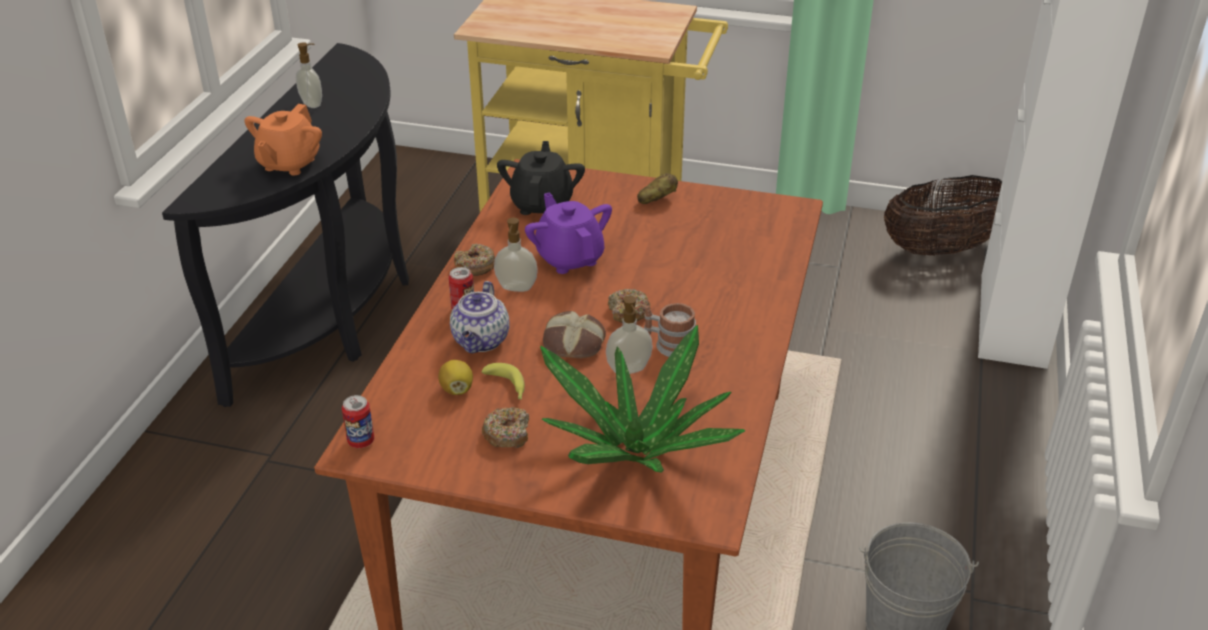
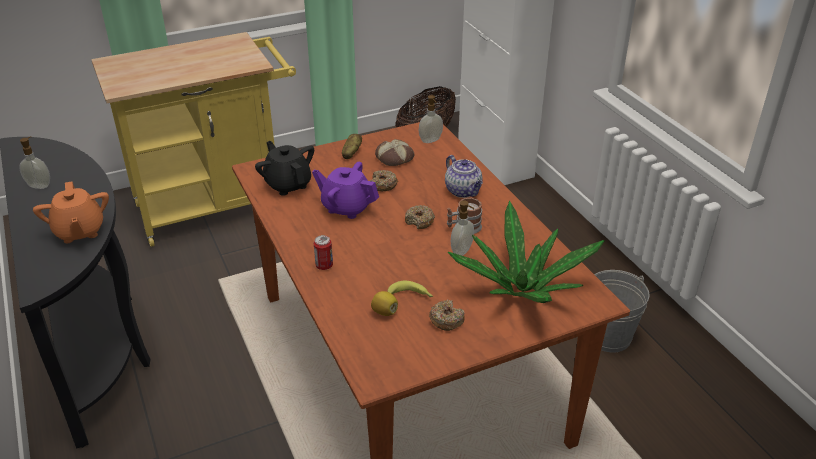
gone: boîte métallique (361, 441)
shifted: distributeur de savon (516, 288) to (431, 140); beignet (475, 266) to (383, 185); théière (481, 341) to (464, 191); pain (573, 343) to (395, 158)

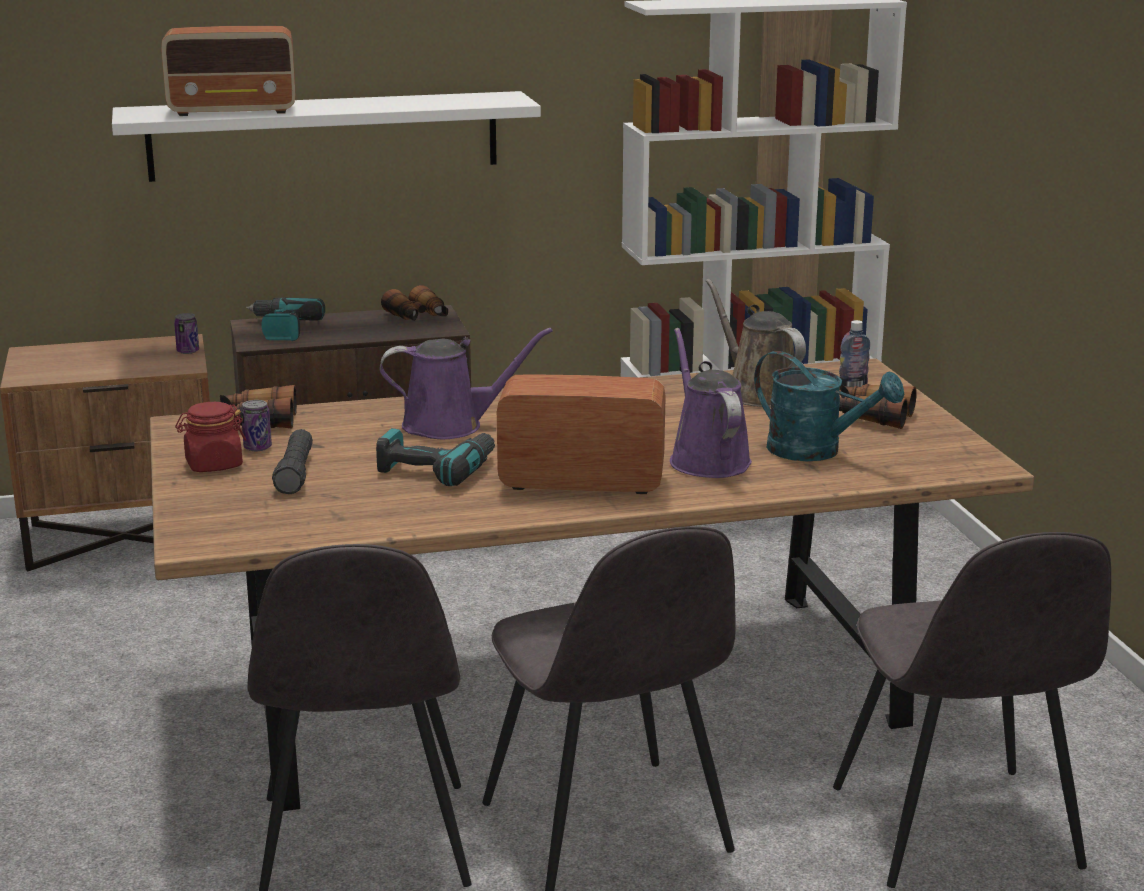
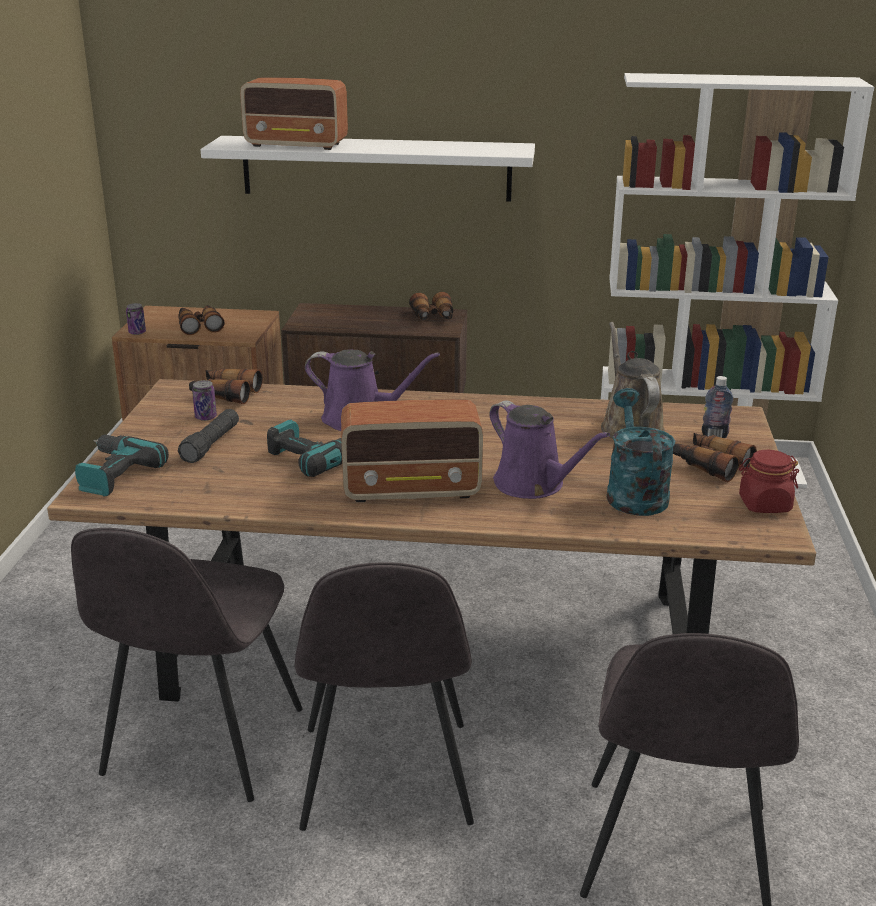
new: jumelles (199, 326)
shifted: perceuse (281, 329) to (113, 474); boîte métallique (188, 351) to (137, 332); bocal [rouge] (213, 465) to (764, 504)
rotated: arrosoir [violet] (706, 459) = (534, 485) 135 degrees clockwise; arrosoir [turquoise] (816, 451) = (634, 493) 150 degrees counterclockwise; radio (579, 482) = (413, 490) 150 degrees clockwise

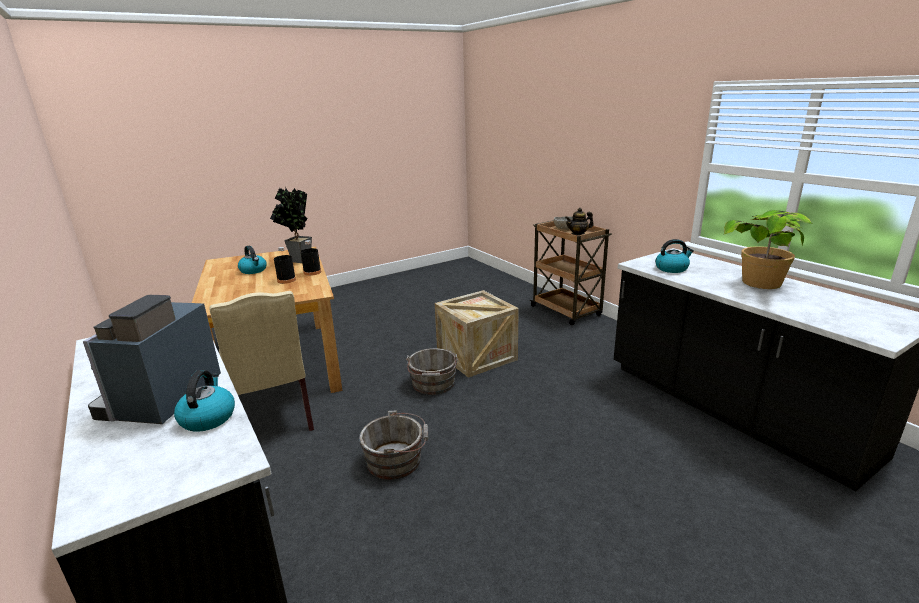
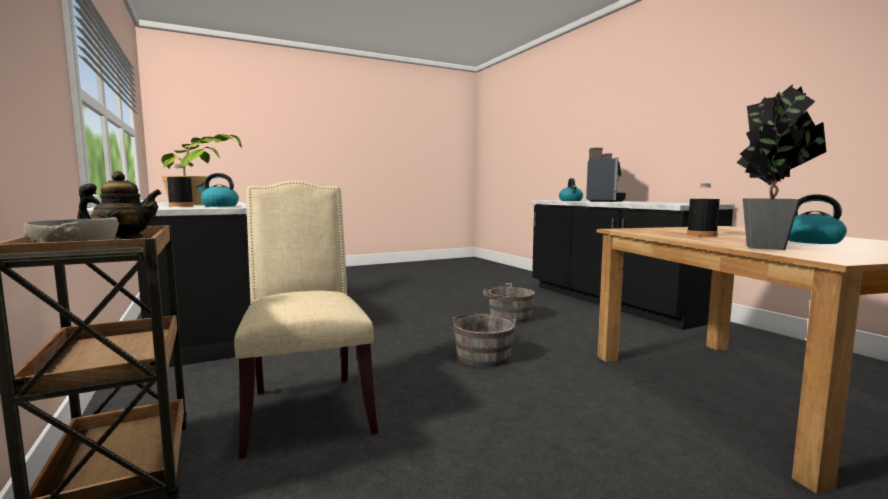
gone: caisse (476, 356)
shifted: bouteille [noir] (312, 272) to (181, 206); chaise [beige] (274, 418) to (306, 408)

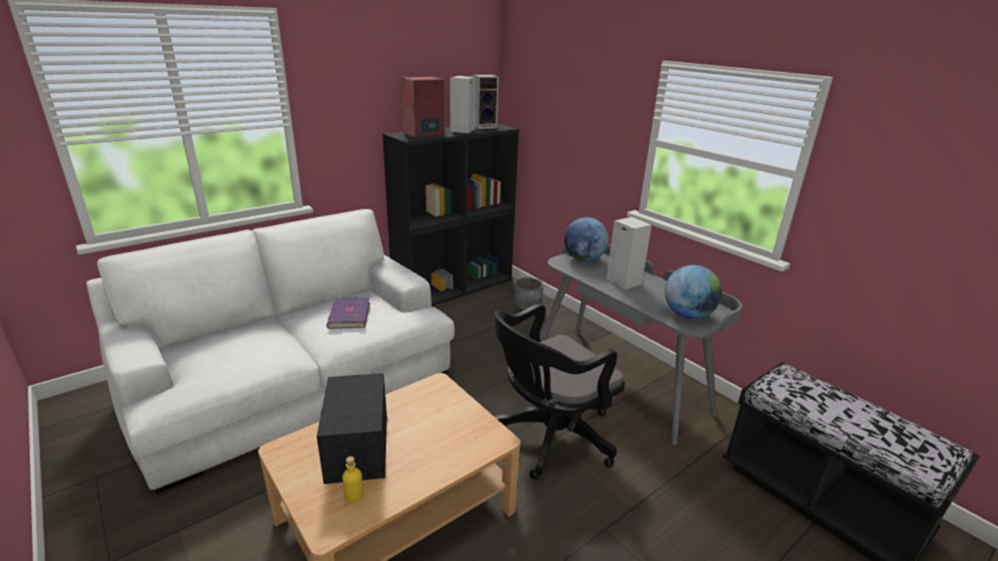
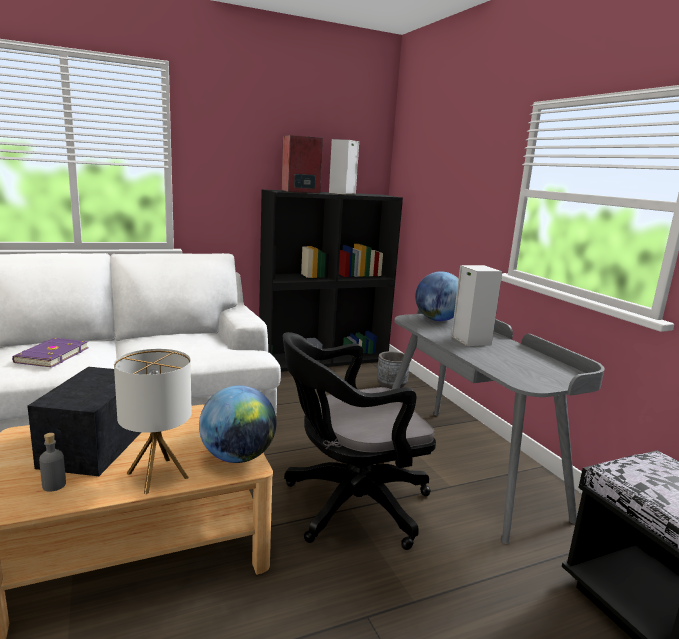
gone: enceinte (485, 126)
new: lampe de table (157, 475)
shifted: globe (687, 315) to (238, 457); livre [violet] (348, 315) to (51, 355)
repainted: bouteille [jaune] (354, 496) to bouteille [gris] (54, 485)

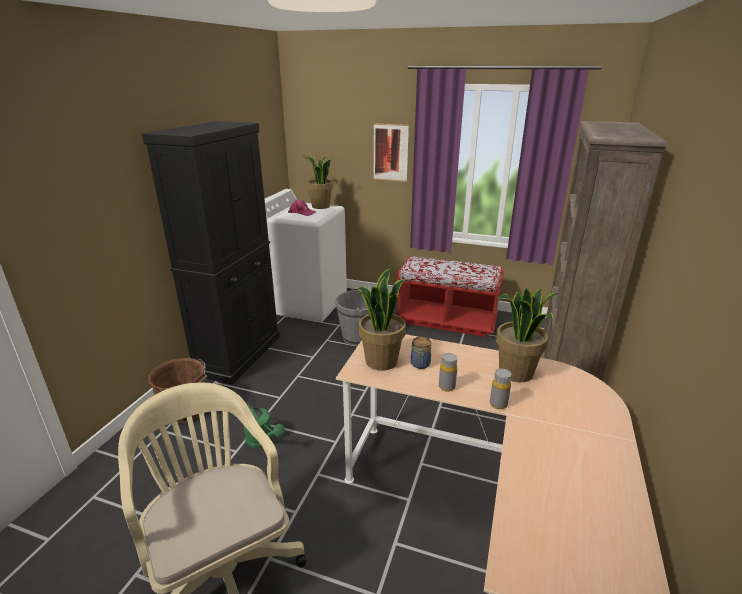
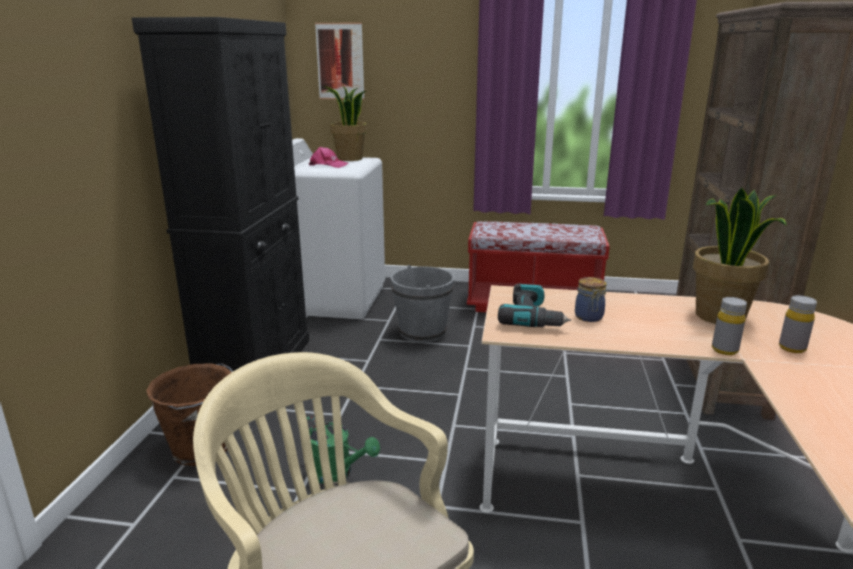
shifted: tableau (390, 152) to (340, 61); bouteille [gris] (446, 387) to (792, 348)
swapped: plante en pot (381, 361) to perceuse (532, 318)

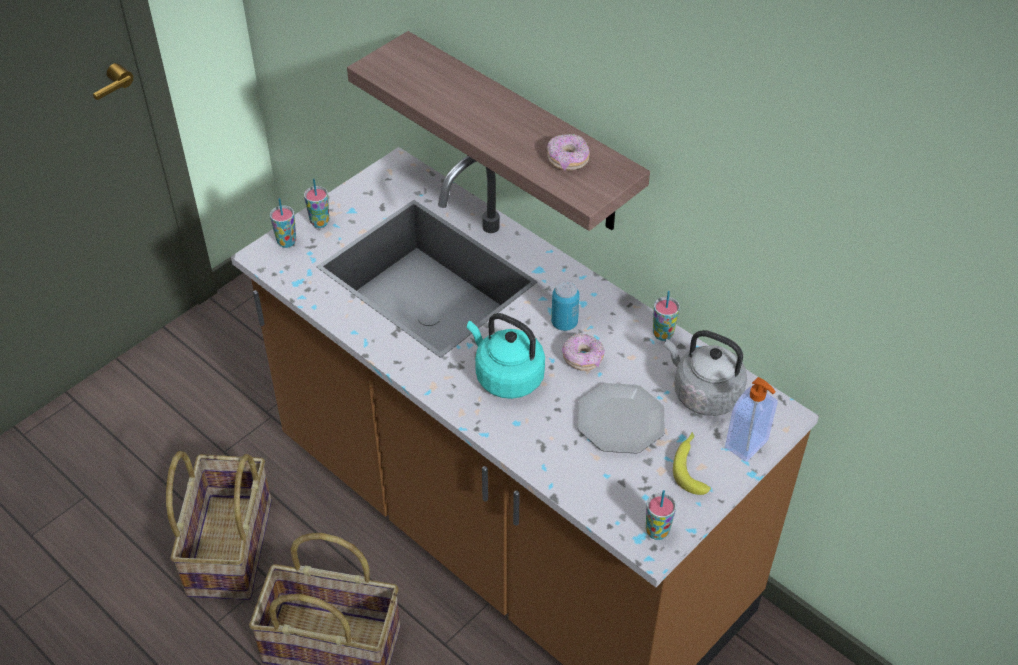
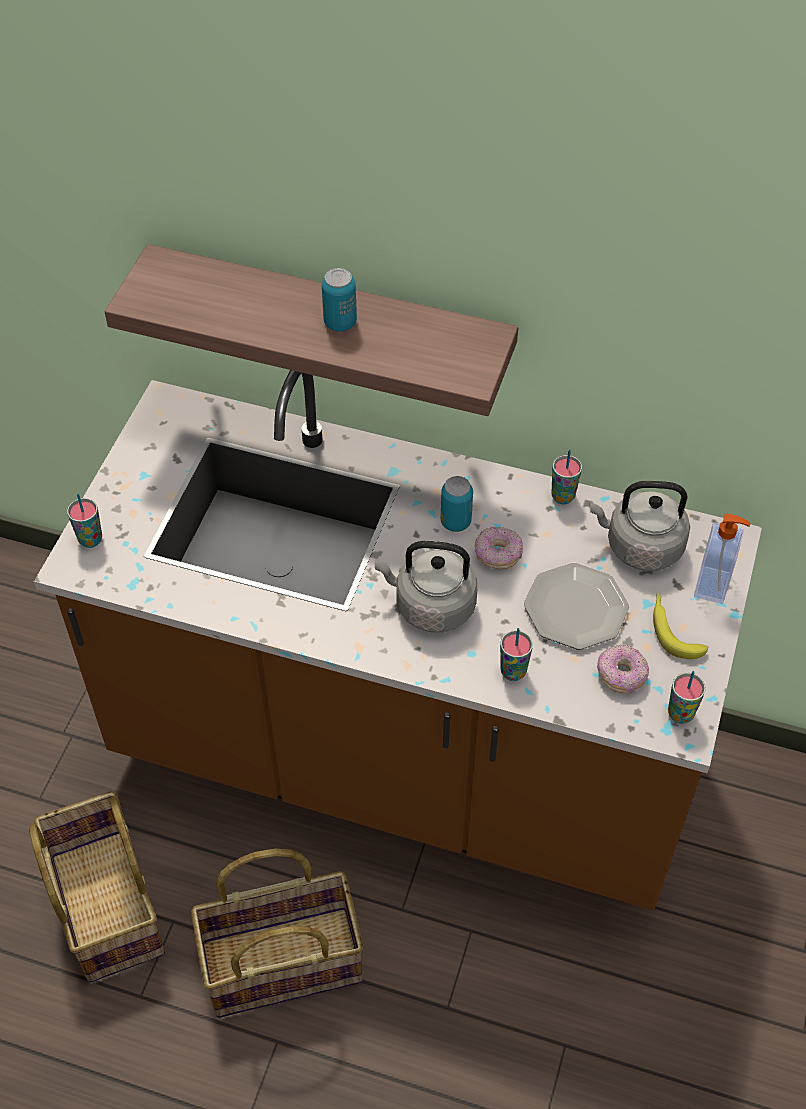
new: boîte métallique (340, 323)
shifted: beignet (567, 160) to (621, 675); tasse (320, 222) to (513, 672)
repainted: bouilloire [turquoise] (506, 376) to bouilloire [gris] (430, 606)

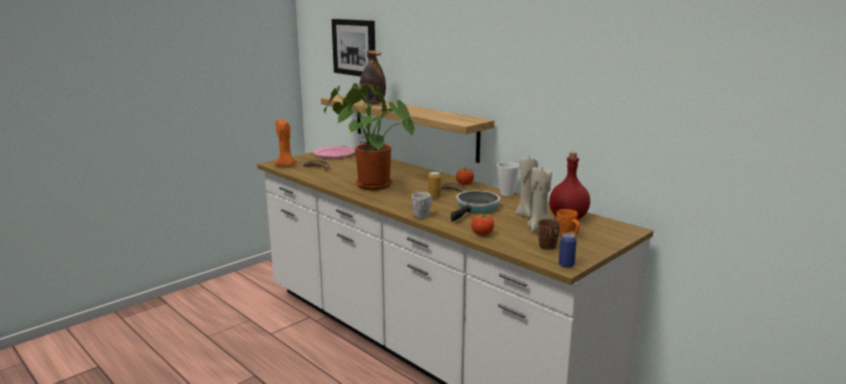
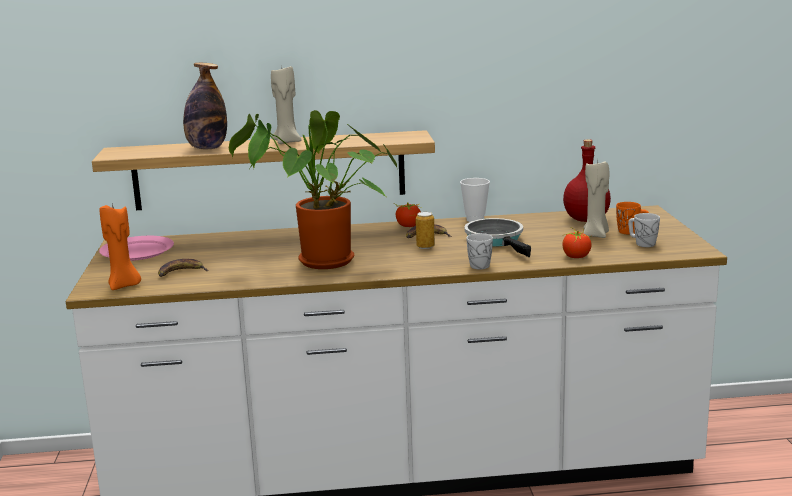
gone: tableau (355, 47); boîte métallique (566, 265)
shifted: bougie [beige] (526, 214) to (287, 141)
repainted: mug [marron] (547, 245) to mug [blanc] (642, 243)

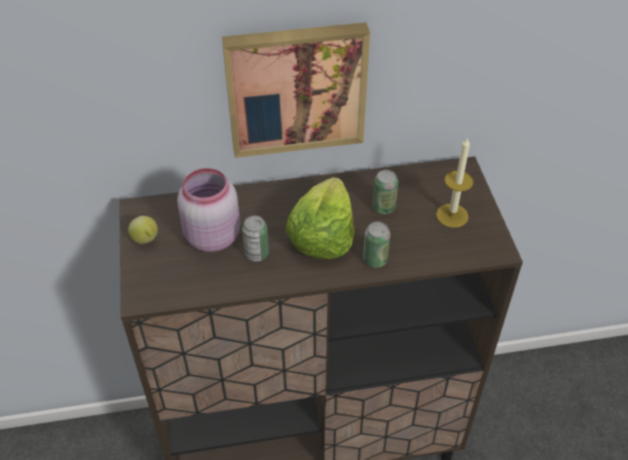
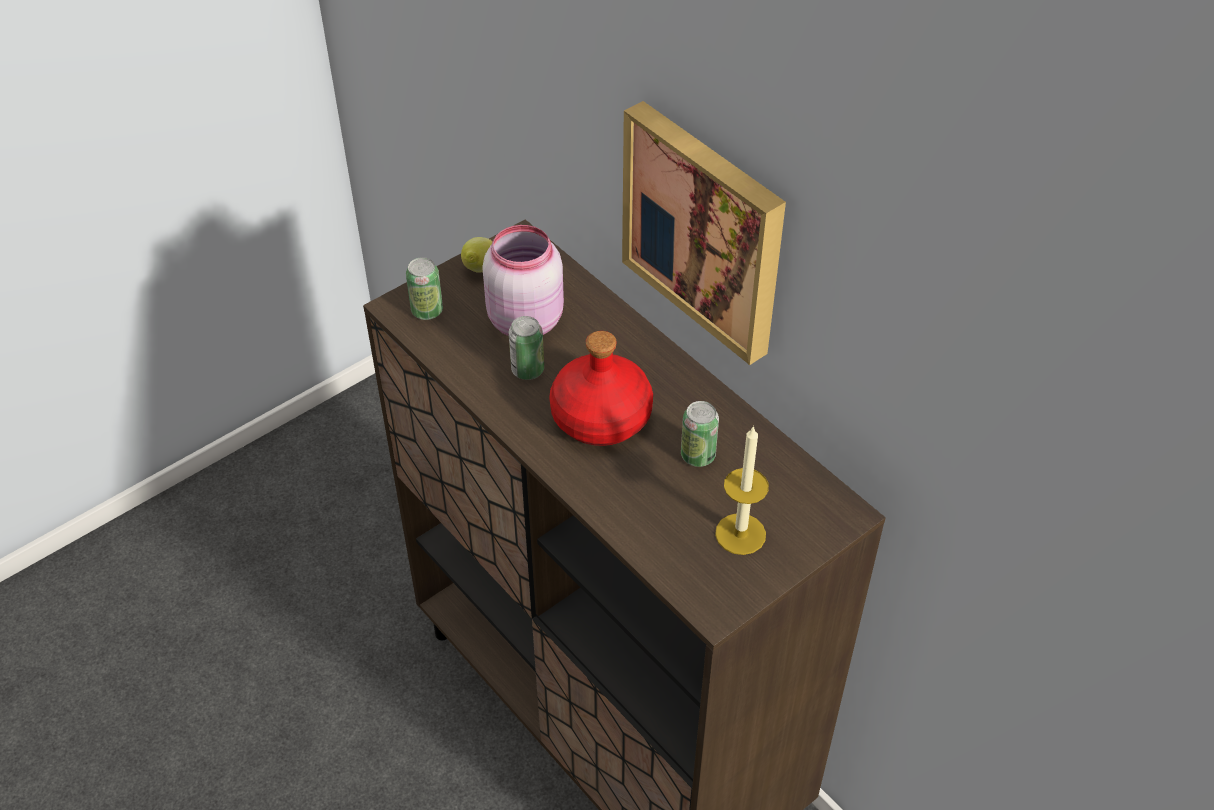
shifted: boîte métallique (375, 259) to (427, 311)
swapped: laitue (322, 236) to bouteille [rouge] (600, 416)

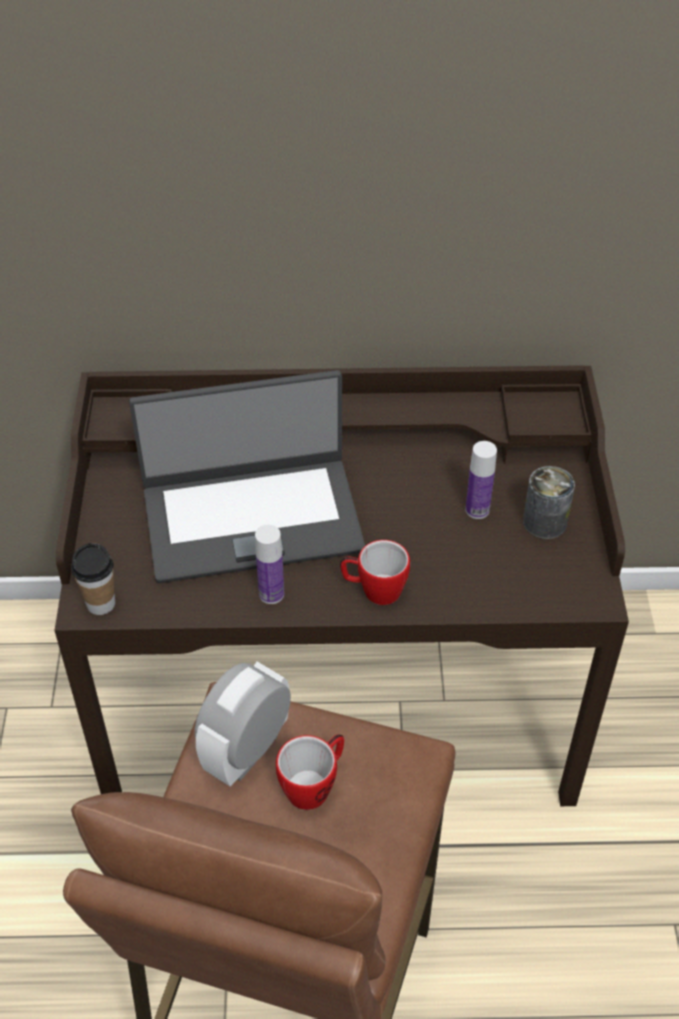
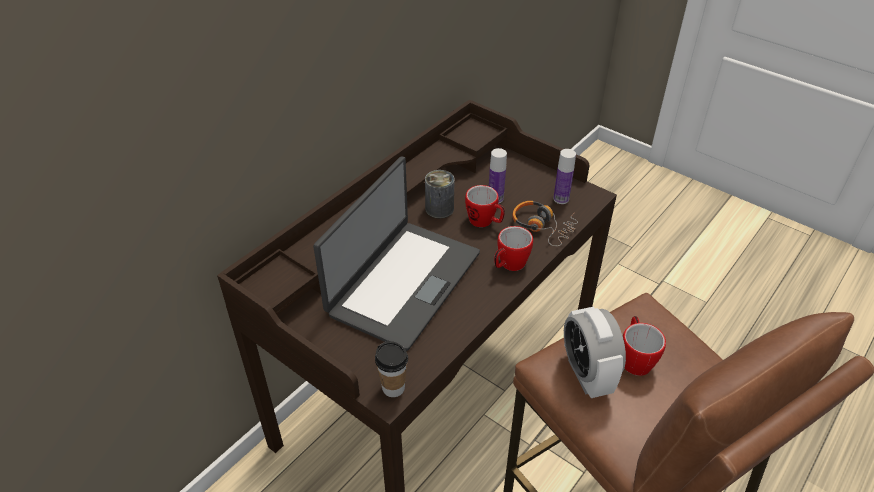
new: mug (485, 222); casque audio (543, 226)
shifted: boîte métallique (544, 522) to (439, 209); bouteille (271, 594) to (561, 199)

